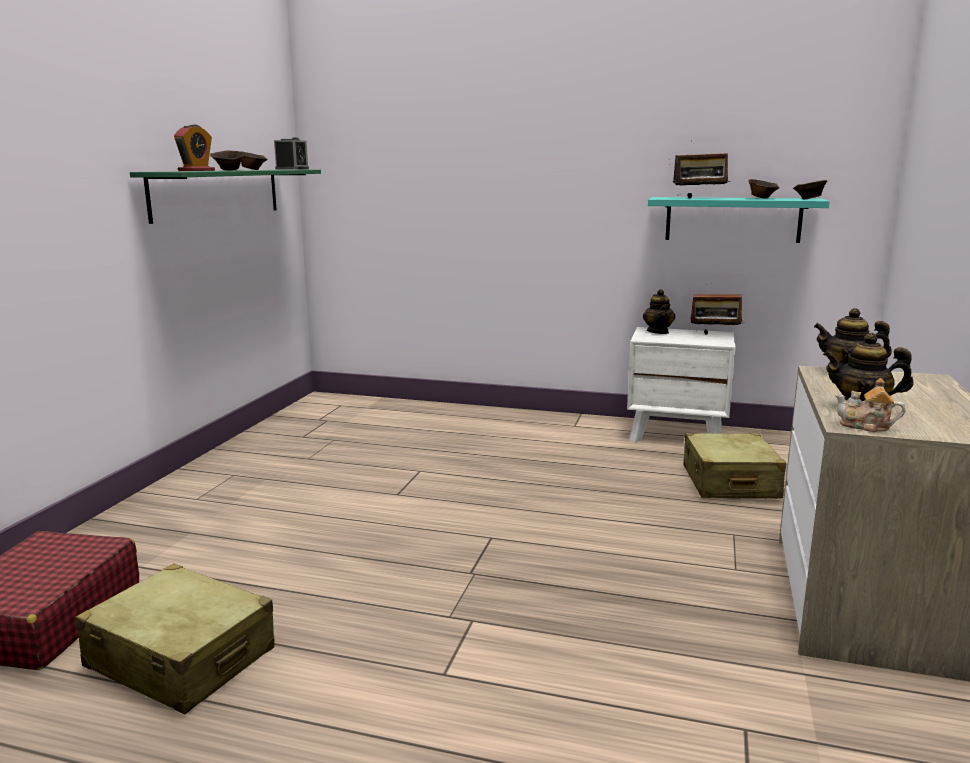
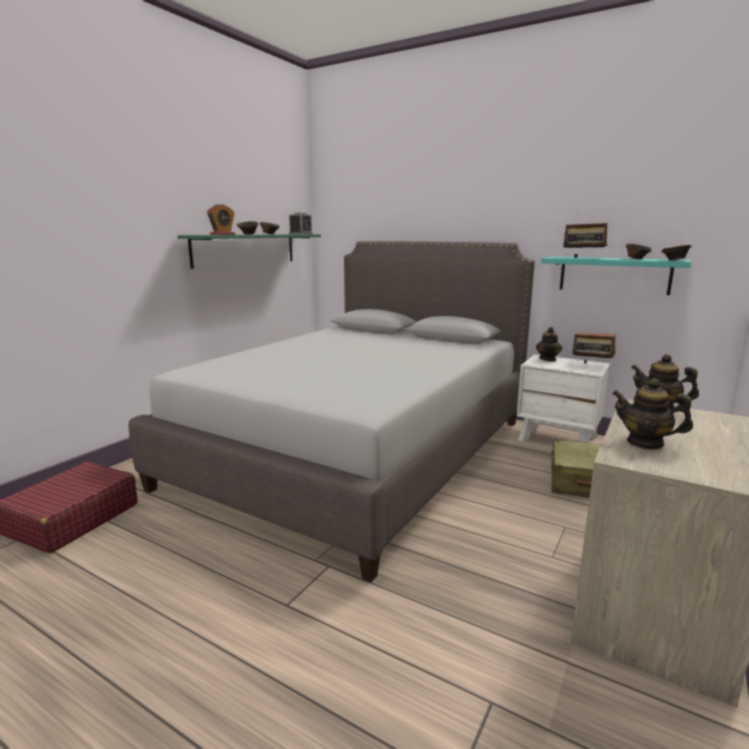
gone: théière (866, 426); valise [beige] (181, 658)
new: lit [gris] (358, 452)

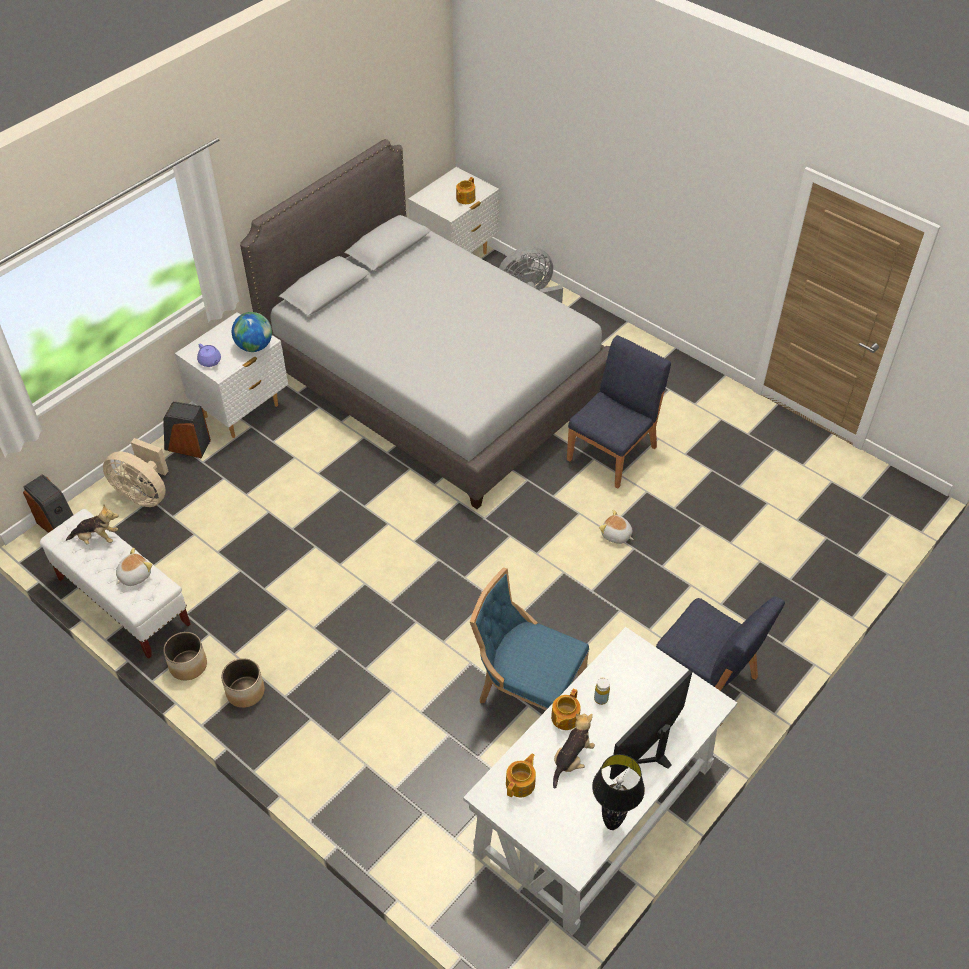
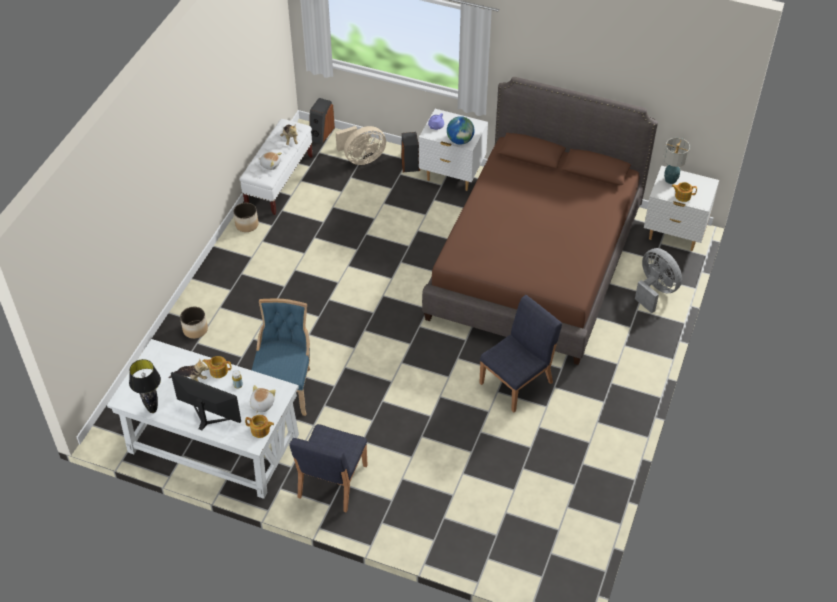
new: lampe de table (670, 180)
shifted: peluche (616, 535) to (261, 404); cache-pot (245, 691) to (195, 329); théière (521, 783) to (260, 430)
repainted: lit [gris] (436, 380) to lit [marron] (535, 263)
rotated: chaise [bleu] (613, 453) = (517, 382) 60 degrees counterclockwise; ventilateur [beige] (144, 494) = (361, 158) 120 degrees counterclockwise

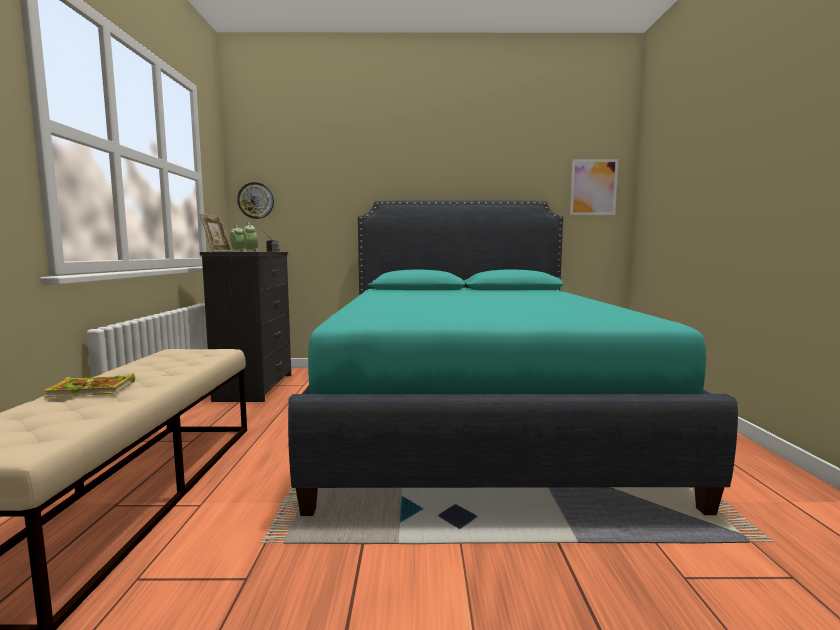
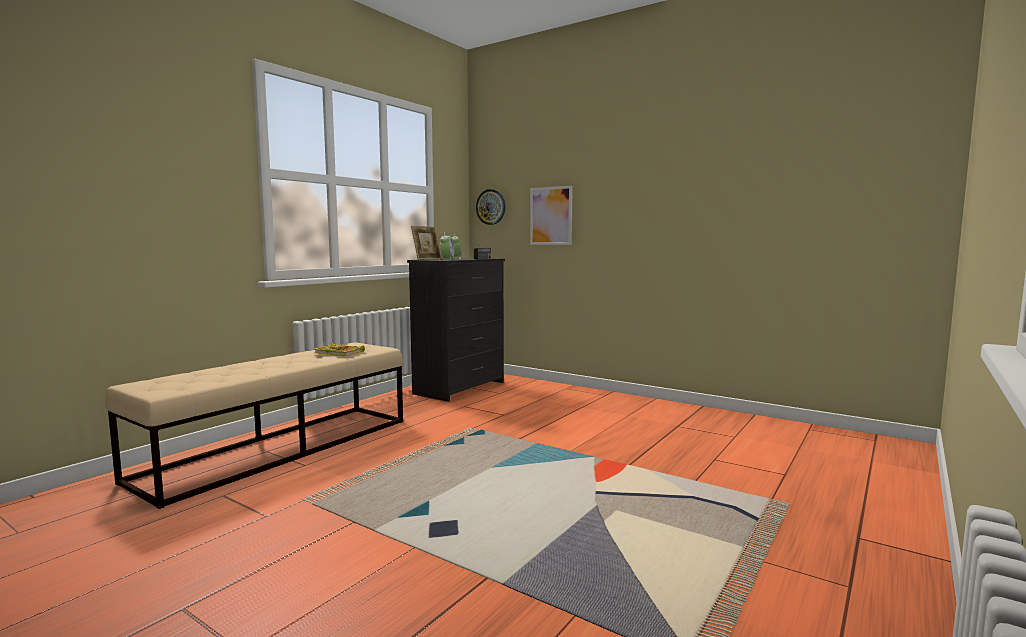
gone: lit [turquoise] (474, 414)
shifted: tableau (593, 187) to (550, 216); livre (94, 390) to (340, 353)

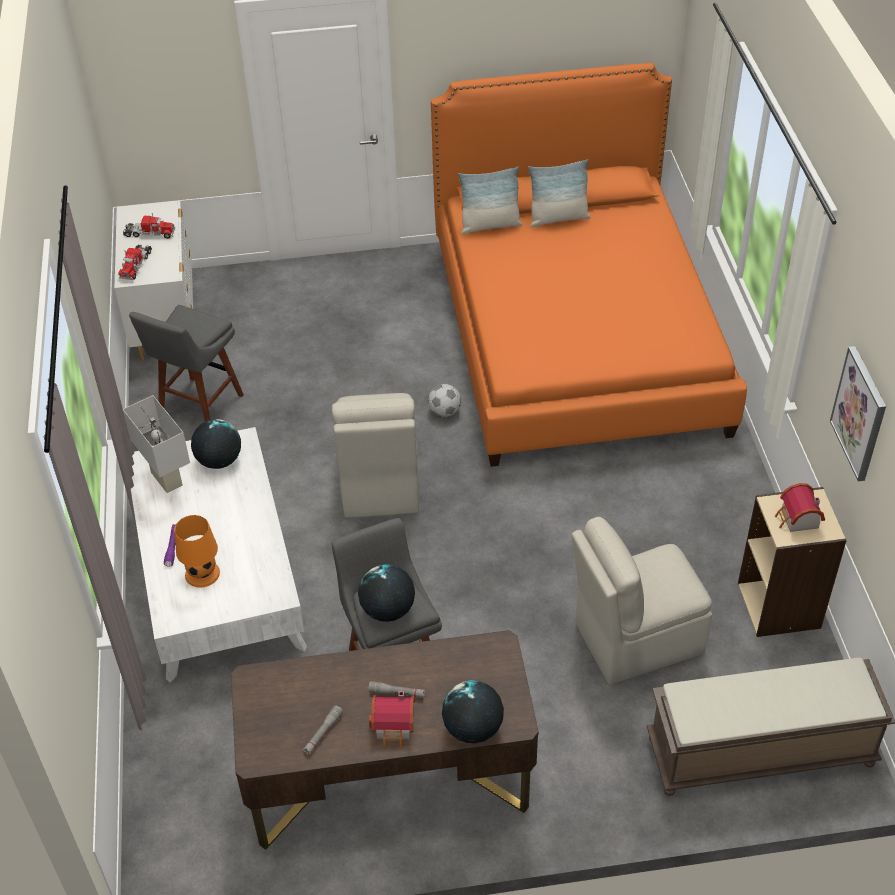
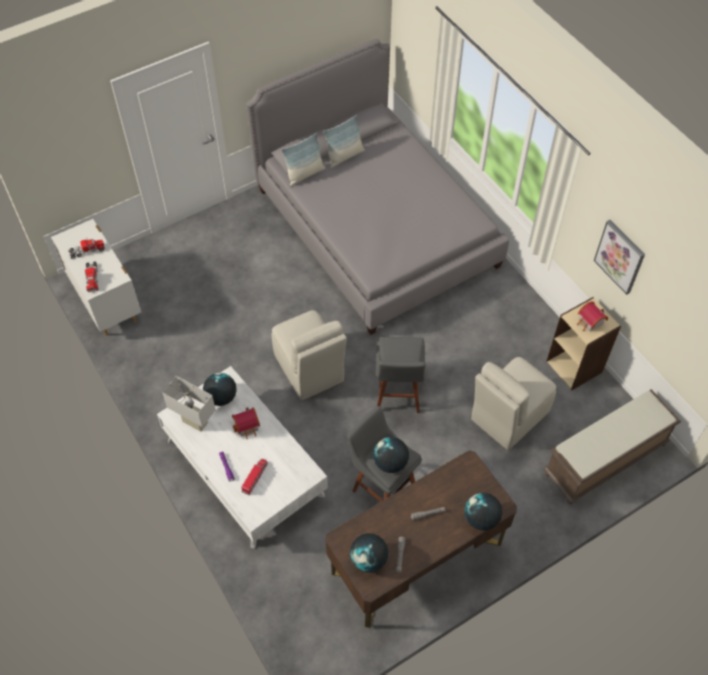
gone: ballon de foot (445, 412)
new: globe (369, 559)
shifted: tabouret [gris] (198, 408) to (397, 396); maison miniature (395, 727) to (248, 427)
swapped: lampe de table [orange] (201, 573) to camion jouet (255, 478)
repainted: lit [orange] (575, 335) to lit [gris] (375, 227)

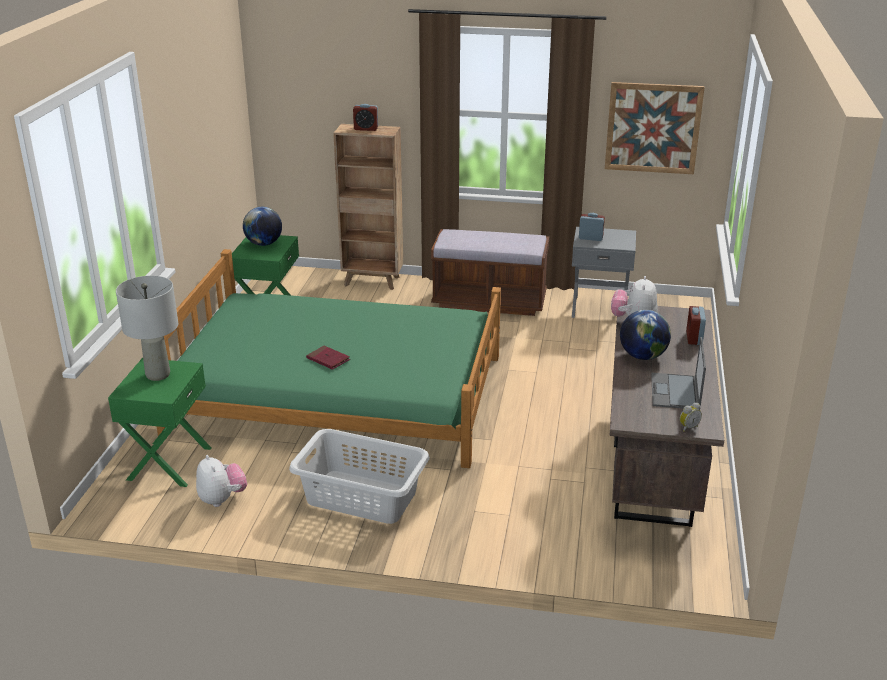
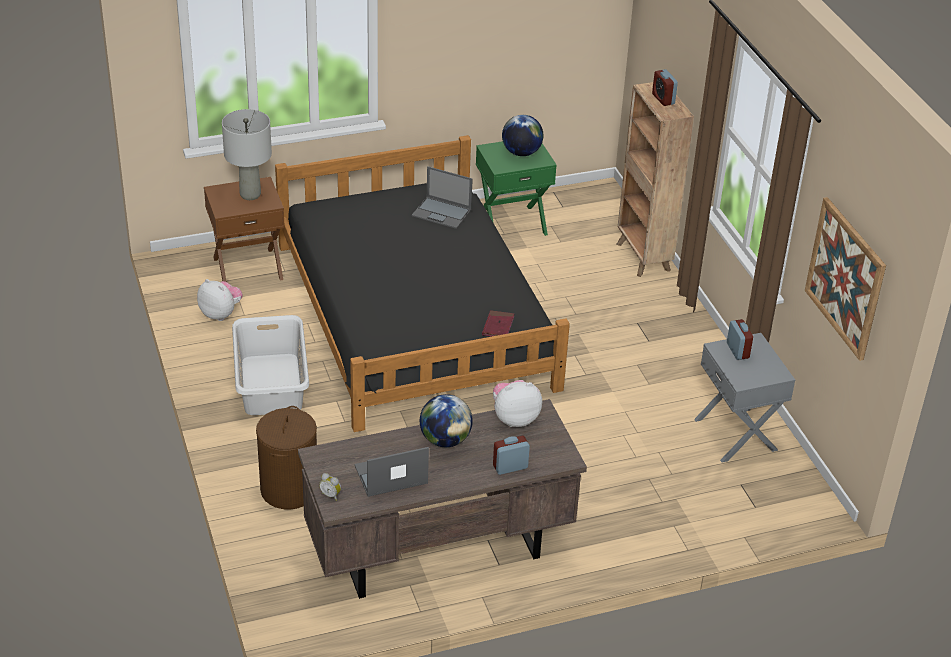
gone: banc [marron] (489, 302)
new: ordinateur portable (442, 213); panier à linge [marron] (289, 489)
shifted: livre [rouge] (328, 359) to (498, 326)
repainted: lit [vert] (340, 393) to lit [noir] (415, 316); table de chevet [vert] (168, 463) to table de chevet [marron] (247, 268)
rotated: peluche (222, 499) = (221, 314) 90 degrees counterclockwise

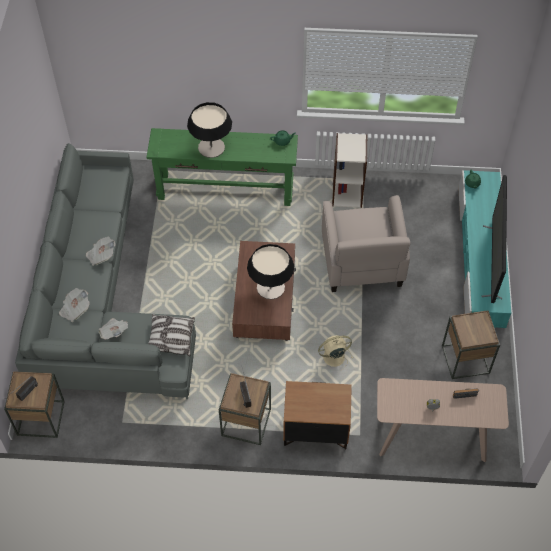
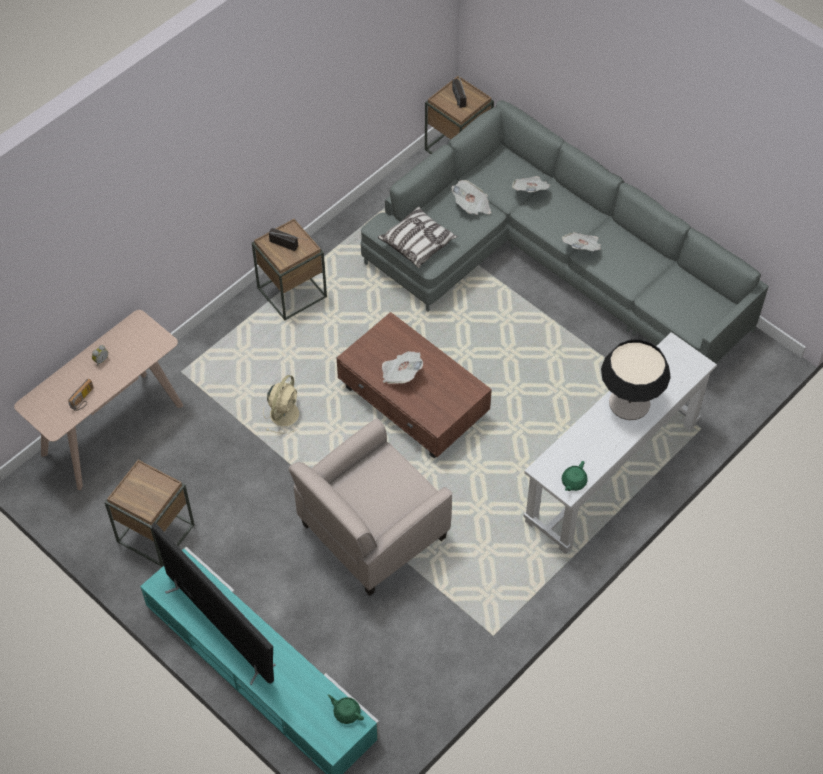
gone: bibliothèque (347, 193); table de chevet [marron] (315, 430)
swapped: lampe de table (270, 287) to journal (401, 374)
repainted: table console [vert] (225, 190) to table console [blanc] (611, 472)
rotated: fauteuil [beige] (362, 263) = (372, 532) 75 degrees counterclockwise

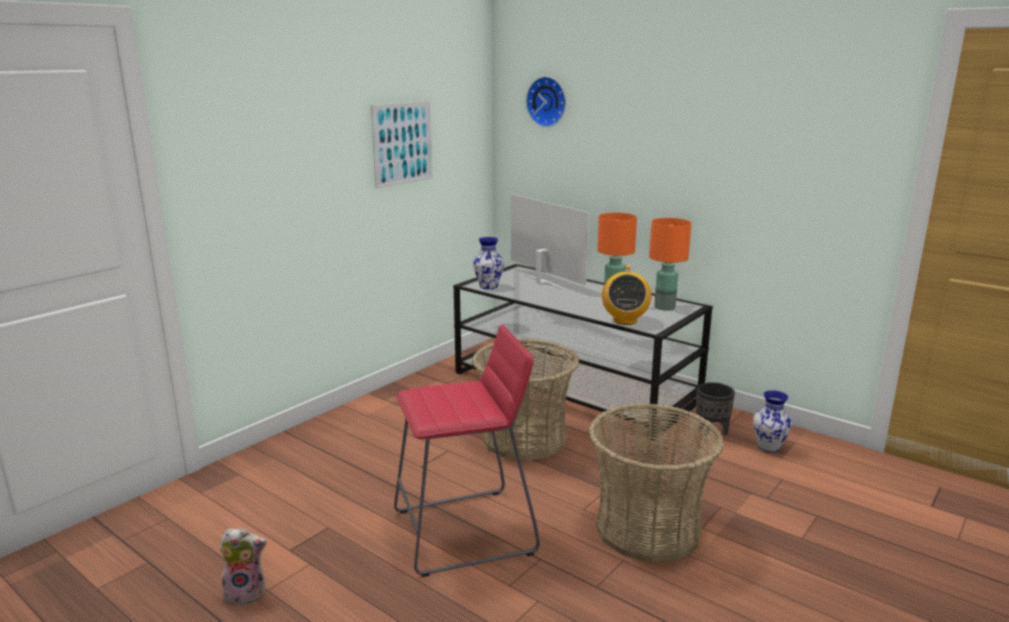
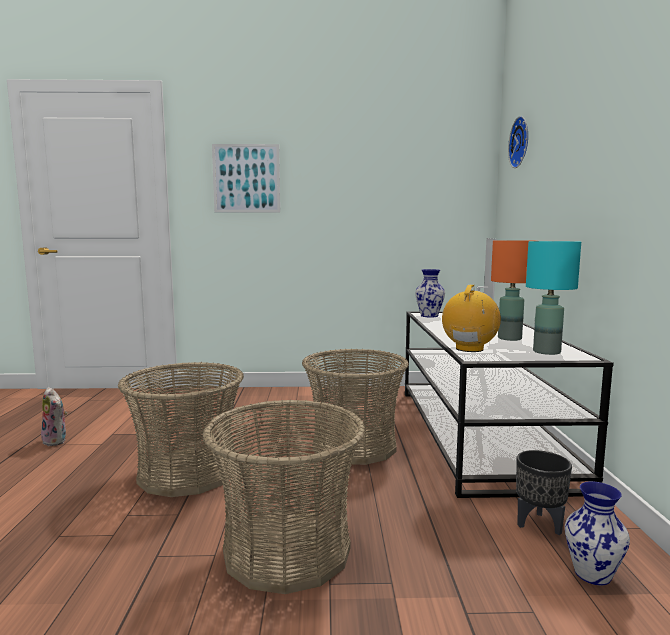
shifted: tableau (402, 143) to (246, 178)
swapped: tabouret [rouge] (465, 531) to panier (187, 473)
repainted: lampe de table [orange] (664, 307) to lampe de table [turquoise] (546, 352)
rotated: radio (624, 320) = (469, 349) 150 degrees clockwise

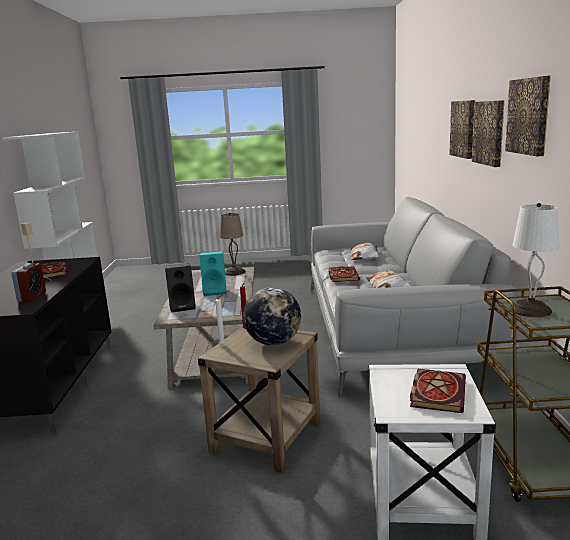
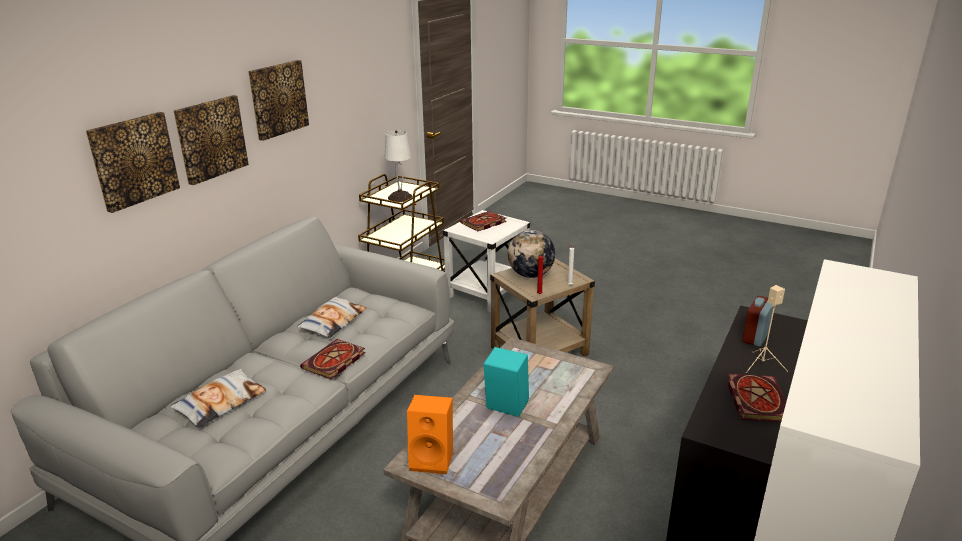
gone: enceinte [noir] (183, 306)
swapped: lampe de table [beige] (234, 272) to enceinte [orange] (433, 459)

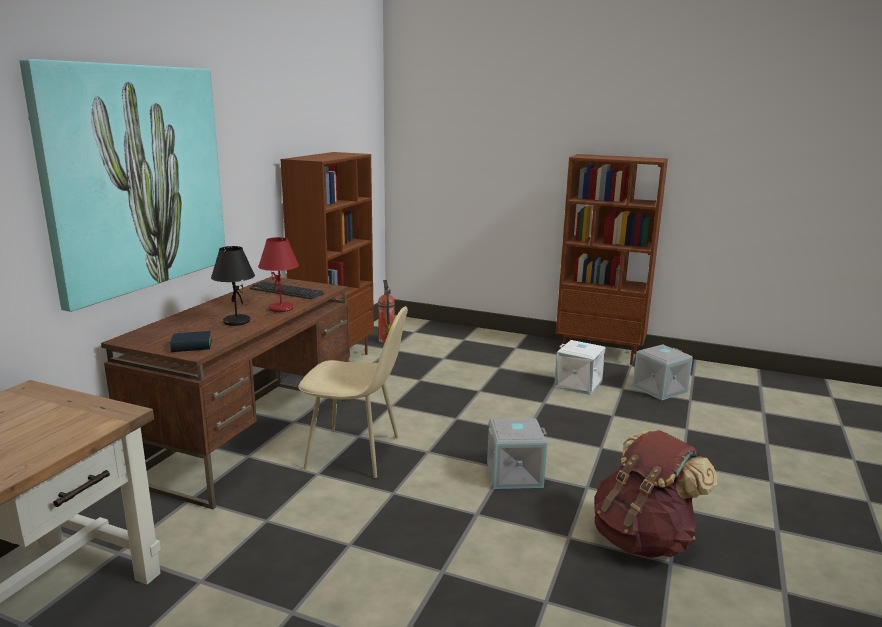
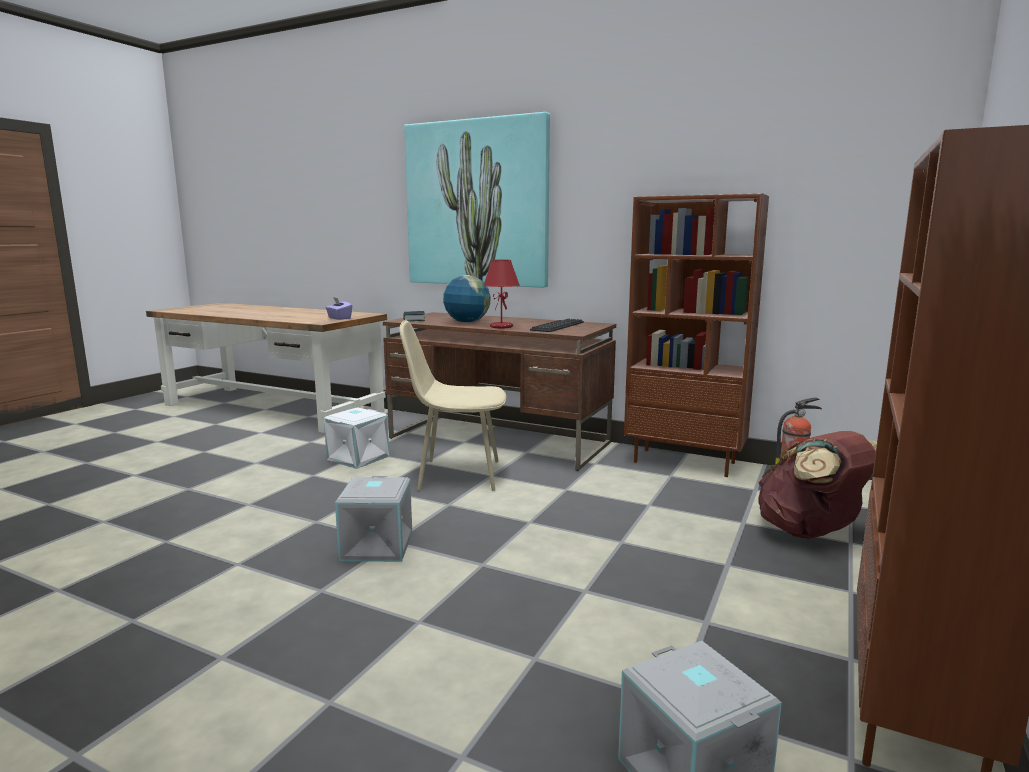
new: boîte à mouchoirs [violet] (339, 318)
shifted: boîte de rangement [blanc] (579, 384) to (358, 458); sac à dos [marron] (643, 539) to (810, 532)
swapped: lampe de table [noir] (236, 321) to globe (467, 322)
rotated: chaise [beige] (356, 453) = (457, 475) 75 degrees clockwise

